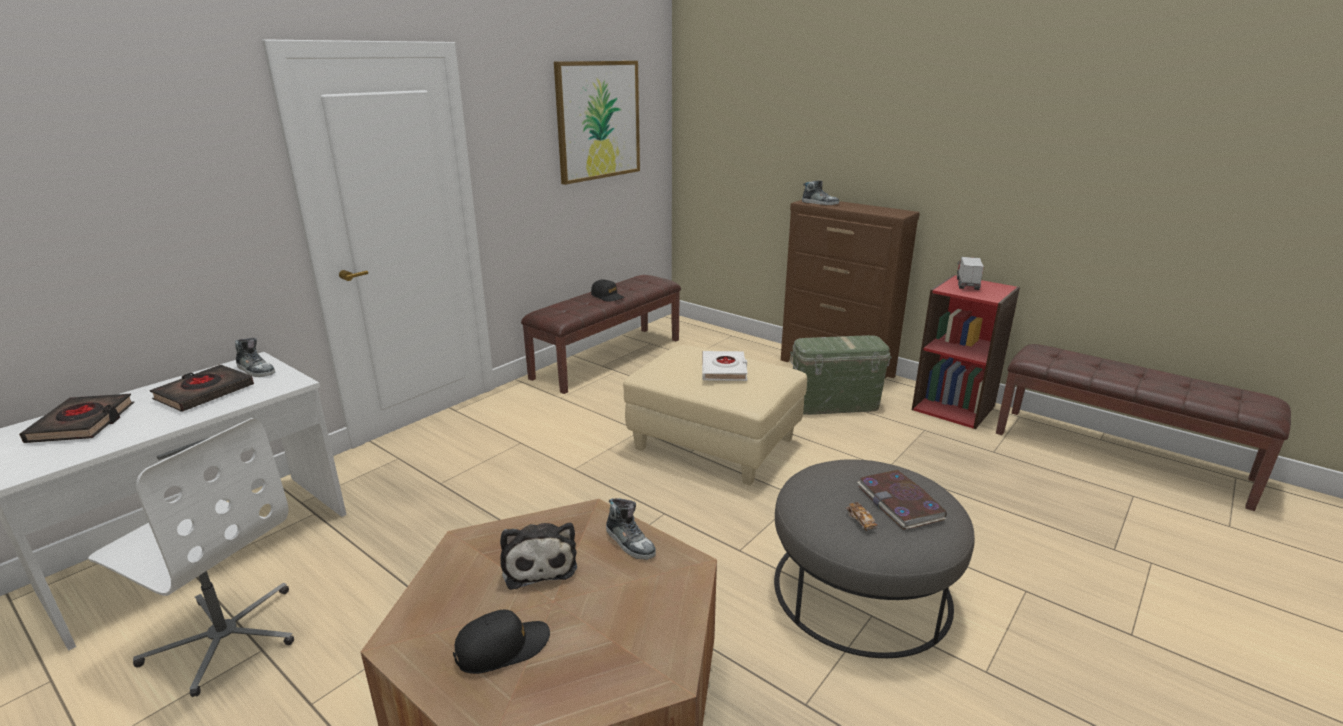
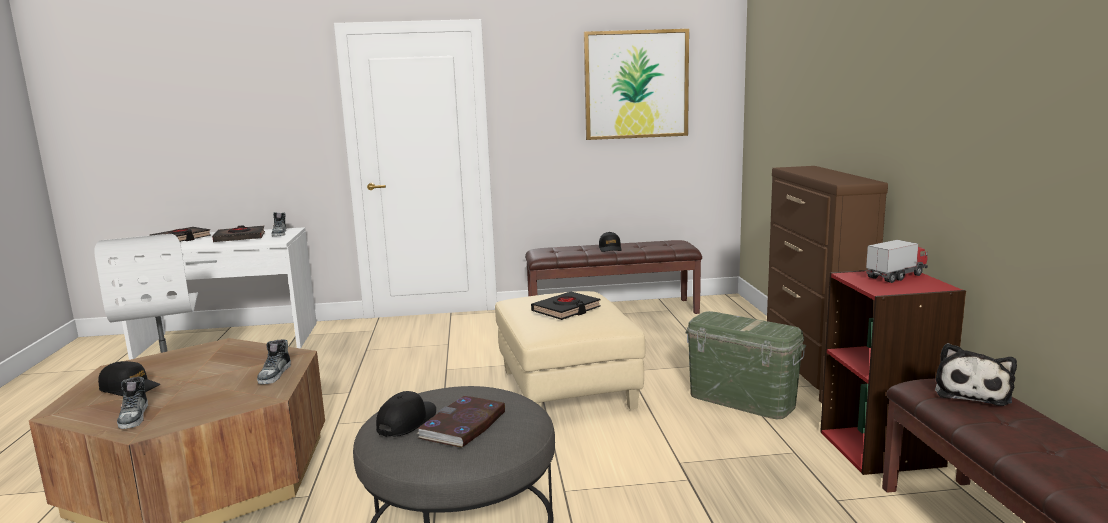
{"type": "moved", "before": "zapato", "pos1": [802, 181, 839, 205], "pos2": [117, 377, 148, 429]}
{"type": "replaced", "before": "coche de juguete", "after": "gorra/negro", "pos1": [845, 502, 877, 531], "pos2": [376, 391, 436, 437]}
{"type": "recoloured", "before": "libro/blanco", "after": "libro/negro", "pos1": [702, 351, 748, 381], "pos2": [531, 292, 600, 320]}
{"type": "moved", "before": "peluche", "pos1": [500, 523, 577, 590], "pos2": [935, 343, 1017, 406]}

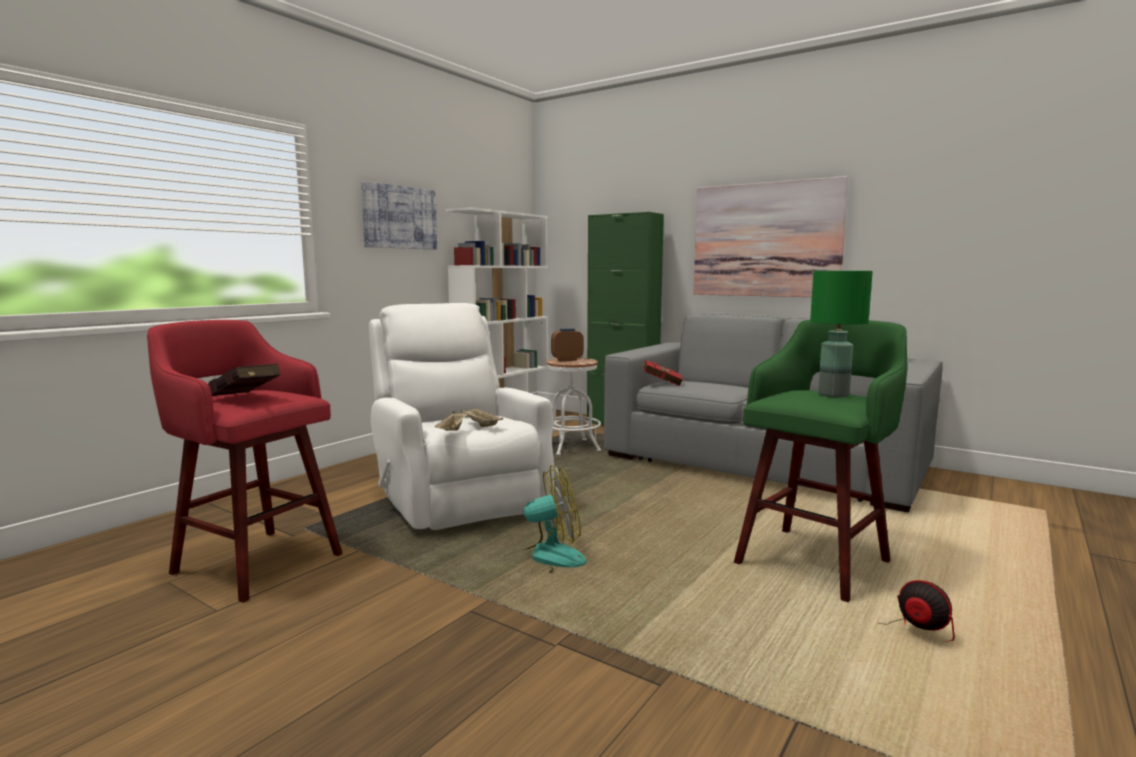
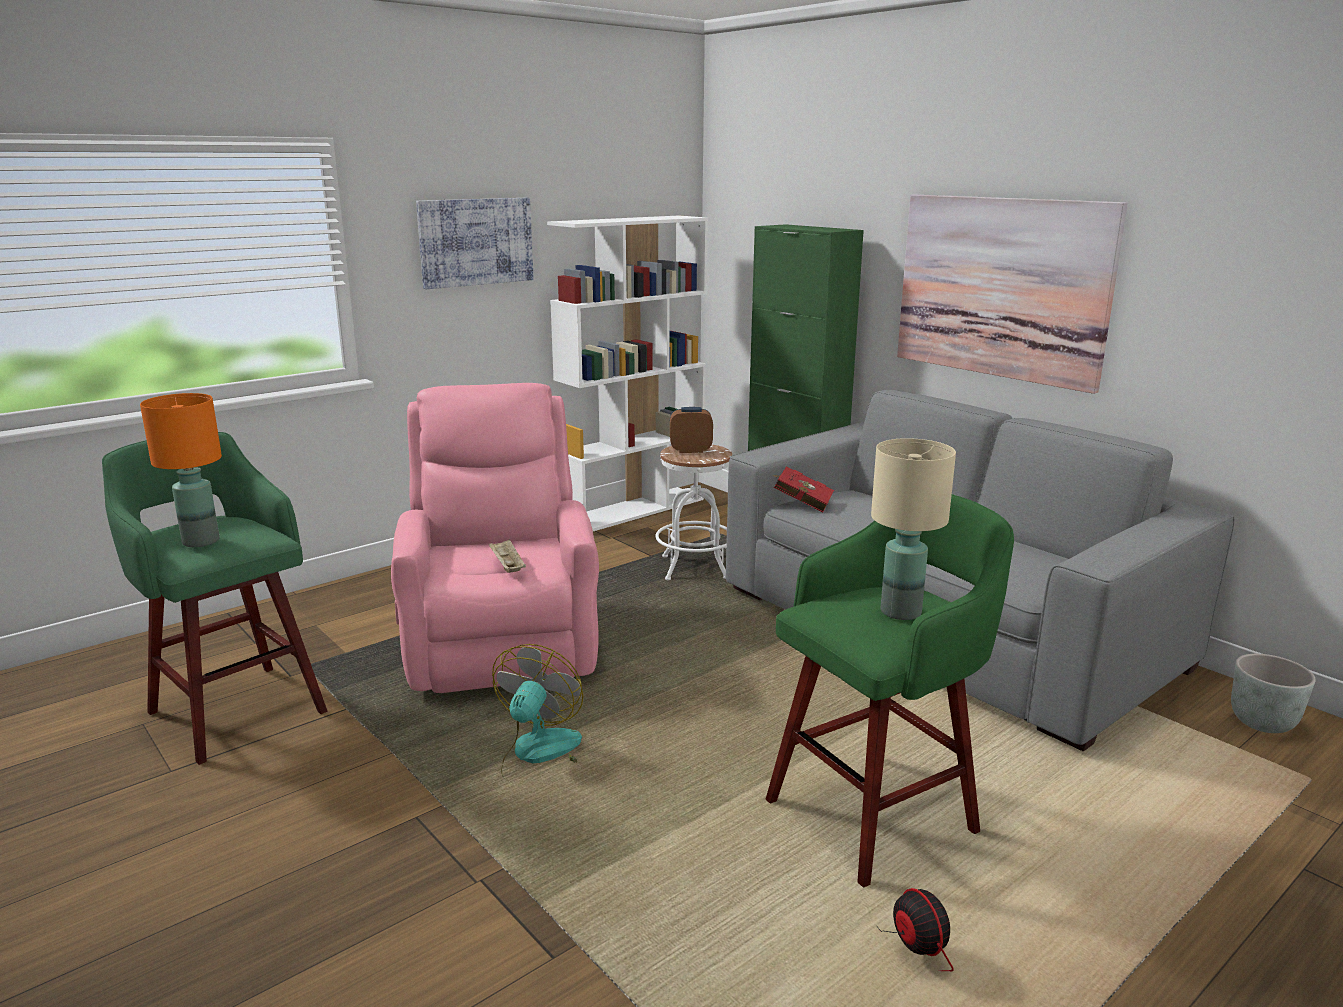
{"type": "recoloured", "before": "taburete/rojo", "after": "taburete/verde", "pos1": [147, 320, 343, 603], "pos2": [102, 432, 327, 765]}
{"type": "replaced", "before": "libro/rojo", "after": "lámpara de mesa/naranja", "pos1": [208, 364, 281, 396], "pos2": [140, 393, 222, 547]}
{"type": "recoloured", "before": "sillón/blanco", "after": "sillón/rosa", "pos1": [369, 303, 554, 530], "pos2": [391, 383, 599, 693]}
{"type": "turned", "before": "ventilador", "pos1": [504, 465, 587, 574], "pos2": [492, 644, 583, 782], "turn": -75}
{"type": "recoloured", "before": "lámpara de mesa/verde", "after": "lámpara de mesa/beis", "pos1": [810, 271, 873, 397], "pos2": [871, 438, 956, 620]}
{"type": "added", "after": "maceta/gris", "pos2": [1231, 654, 1316, 733]}
{"type": "removed", "before": "bandeja/beis", "pos1": [435, 411, 468, 431]}

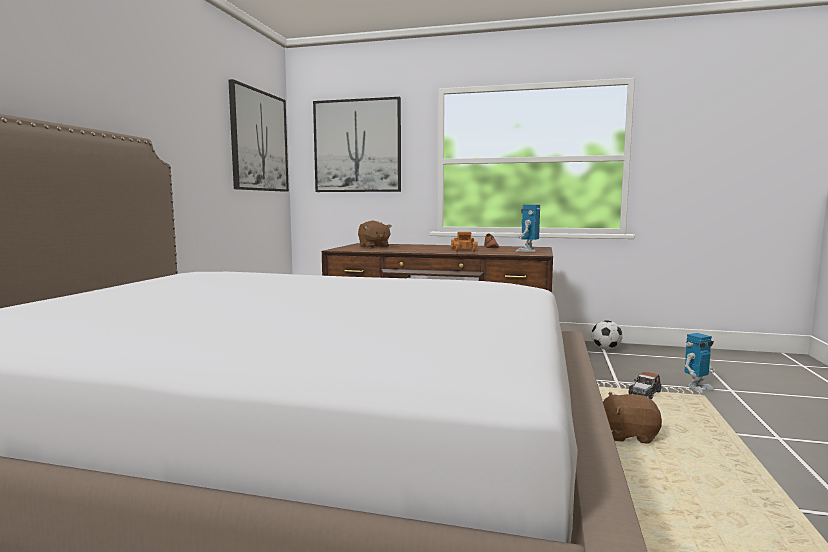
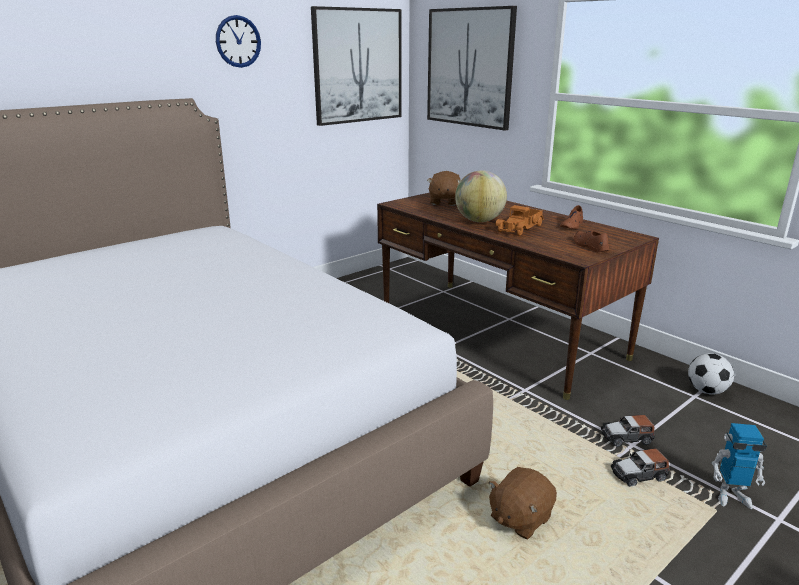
{"type": "added", "after": "reloj de pared", "pos2": [216, 15, 261, 68]}
{"type": "added", "after": "globo terráqueo", "pos2": [455, 170, 507, 222]}
{"type": "turned", "before": "peluche/marrón", "pos1": [603, 392, 662, 444], "pos2": [489, 467, 557, 540], "turn": -90}
{"type": "replaced", "before": "robot de juguete", "after": "zapato/marrón", "pos1": [516, 205, 540, 252], "pos2": [574, 231, 609, 252]}
{"type": "added", "after": "coche de juguete", "pos2": [601, 415, 655, 447]}

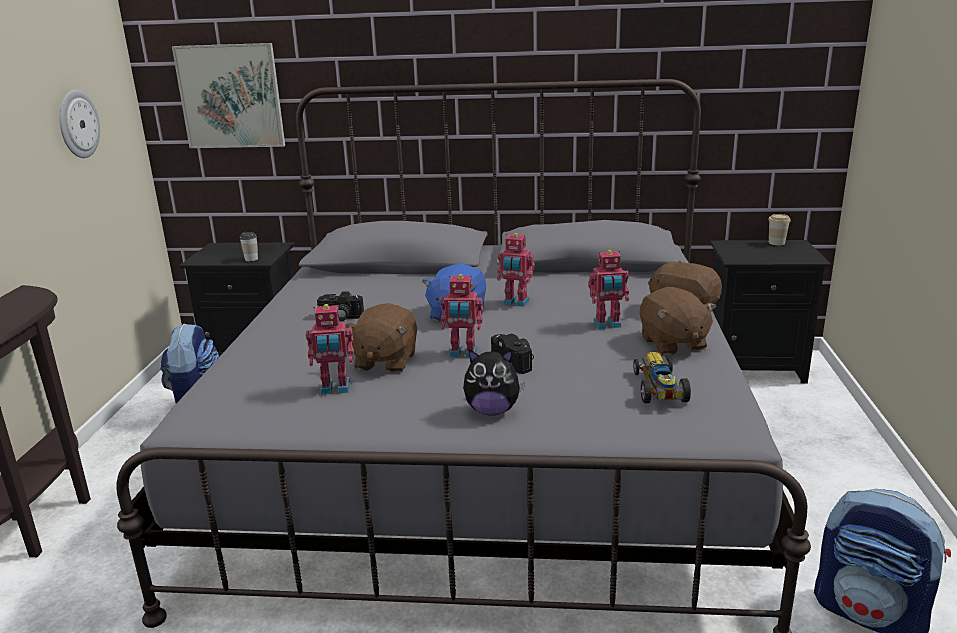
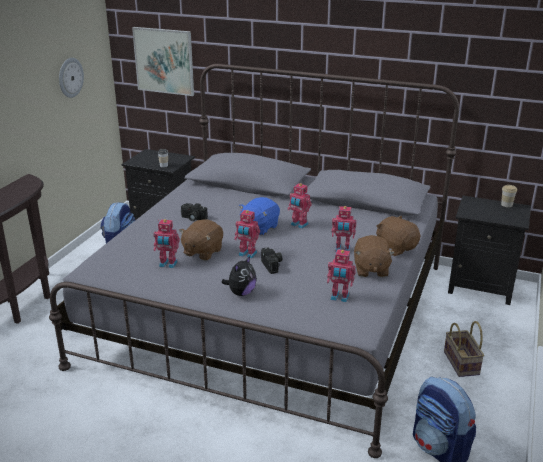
{"type": "turned", "before": "peluche", "pos1": [463, 349, 525, 416], "pos2": [222, 256, 257, 296], "turn": -75}
{"type": "replaced", "before": "coche de juguete", "after": "robot de juguete", "pos1": [634, 352, 691, 403], "pos2": [327, 249, 356, 302]}
{"type": "added", "after": "cesta", "pos2": [444, 321, 484, 377]}

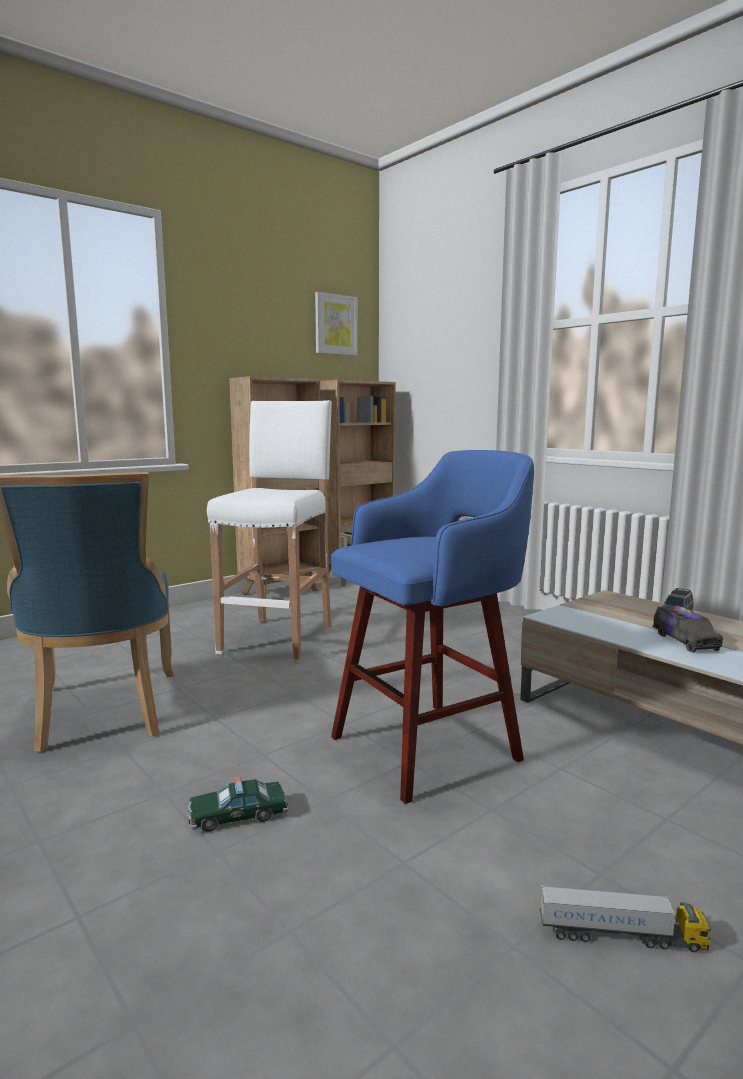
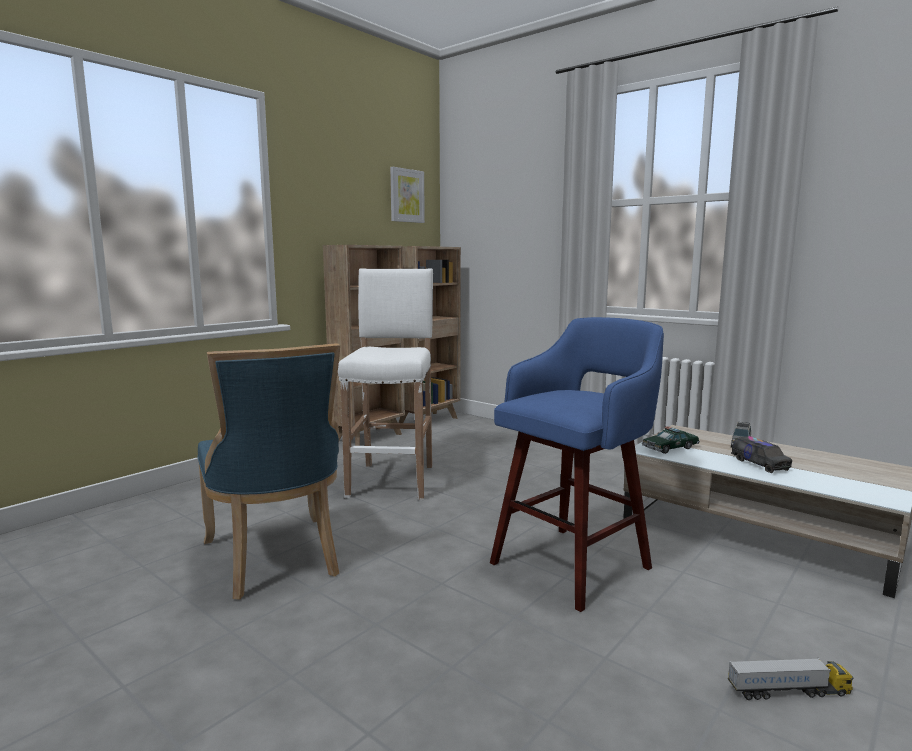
{"type": "moved", "before": "coche de juguete", "pos1": [188, 777, 288, 832], "pos2": [642, 426, 700, 454]}

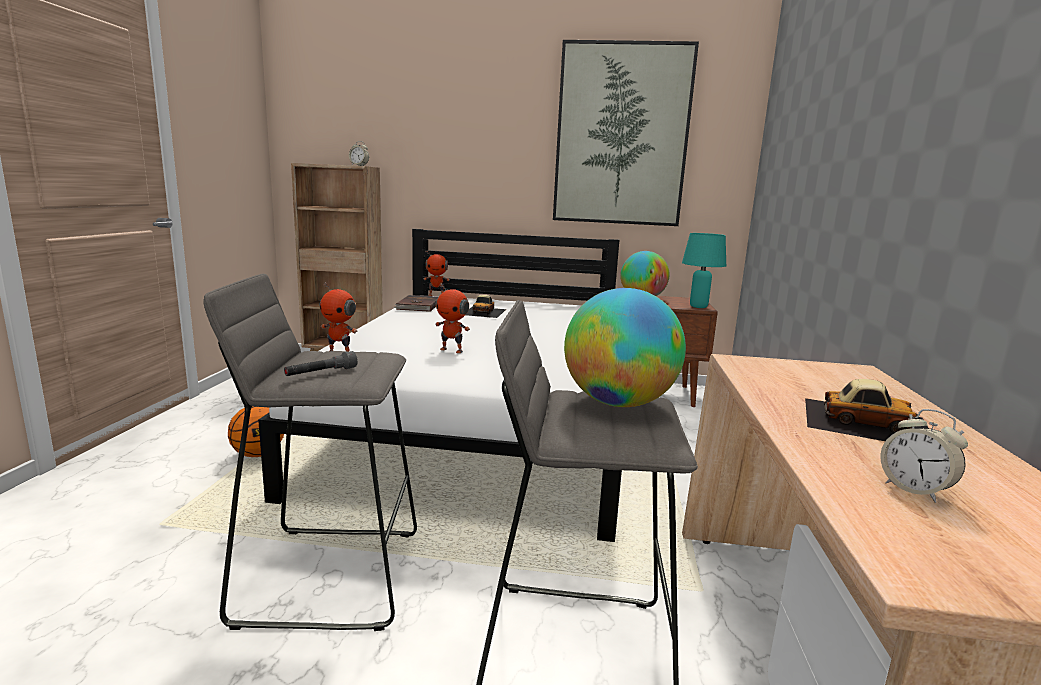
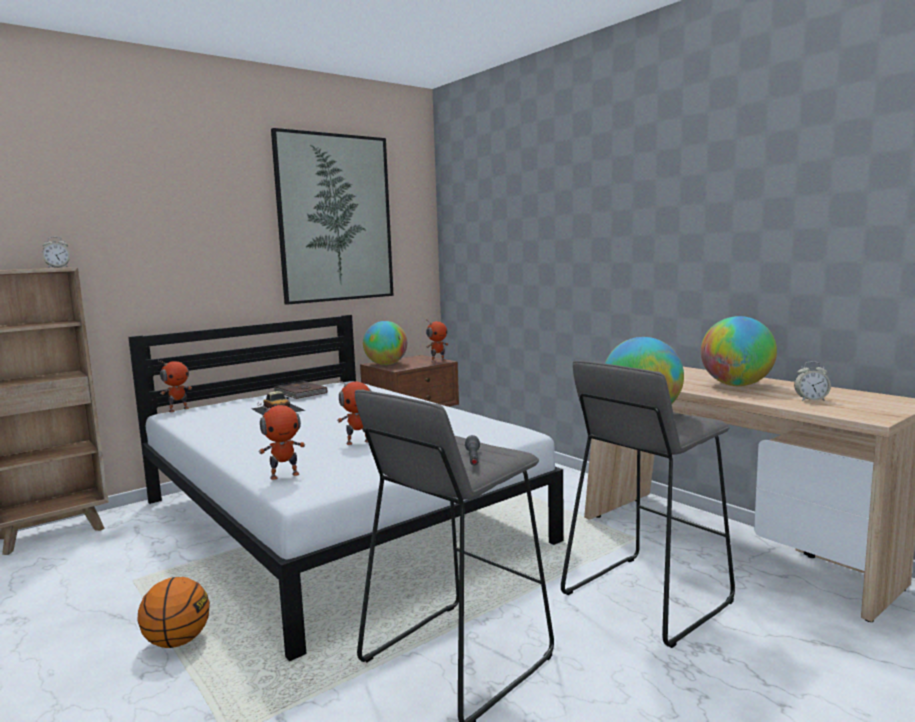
{"type": "moved", "before": "libro/marrón", "pos1": [393, 295, 438, 312], "pos2": [273, 381, 327, 399]}
{"type": "replaced", "before": "lámpara de mesa/turquesa", "after": "robot de juguete", "pos1": [682, 233, 726, 308], "pos2": [426, 320, 448, 363]}
{"type": "replaced", "before": "coche de juguete", "after": "globo terráqueo", "pos1": [805, 379, 929, 441], "pos2": [701, 316, 777, 386]}

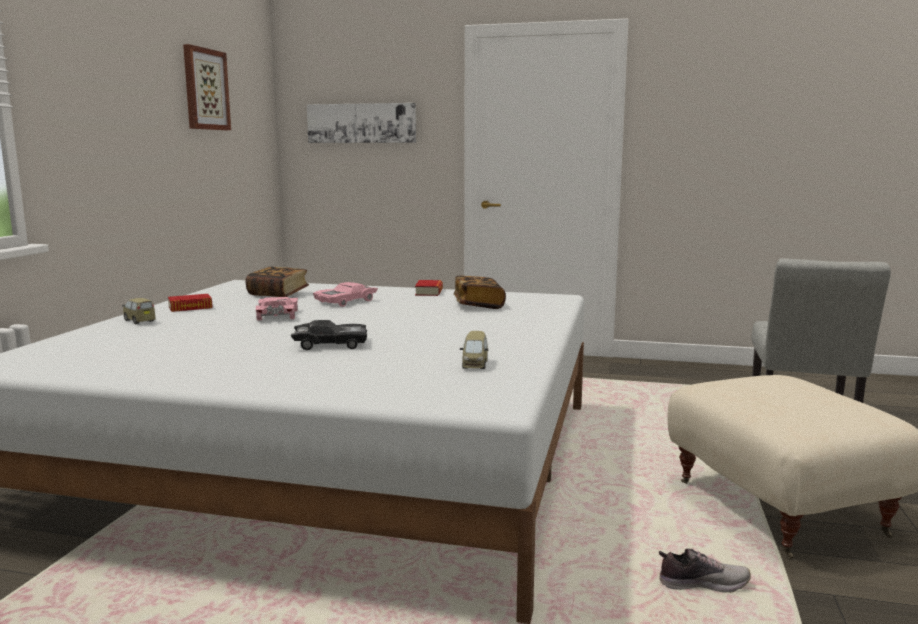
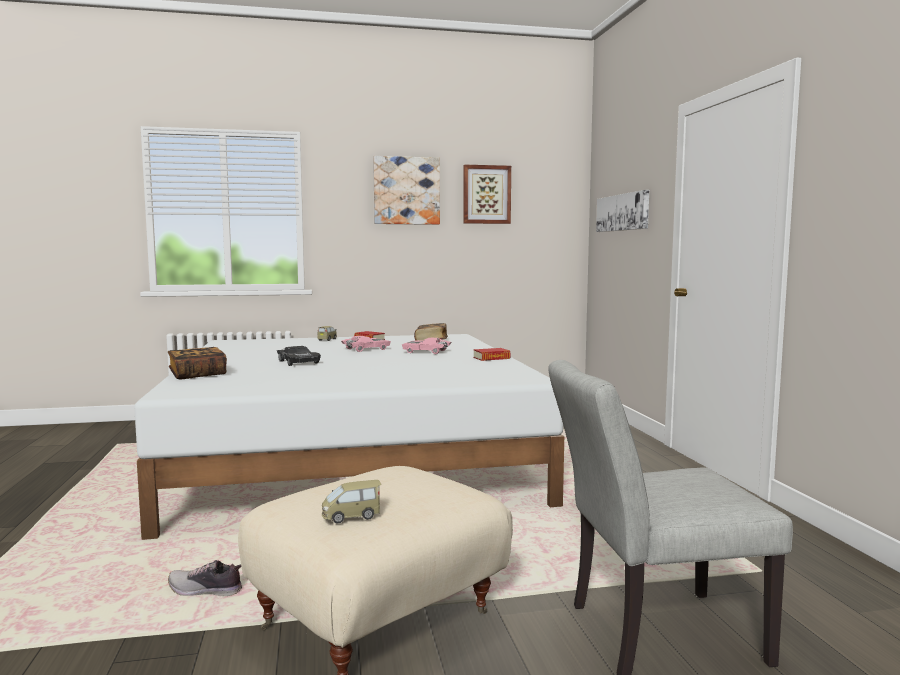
{"type": "moved", "before": "libro", "pos1": [454, 276, 506, 309], "pos2": [168, 347, 227, 379]}
{"type": "turned", "before": "zapato", "pos1": [659, 548, 751, 593], "pos2": [168, 560, 242, 596], "turn": 120}
{"type": "moved", "before": "coche de juguete", "pos1": [460, 331, 488, 369], "pos2": [322, 480, 381, 524]}
{"type": "added", "after": "cuadro", "pos2": [373, 156, 440, 225]}

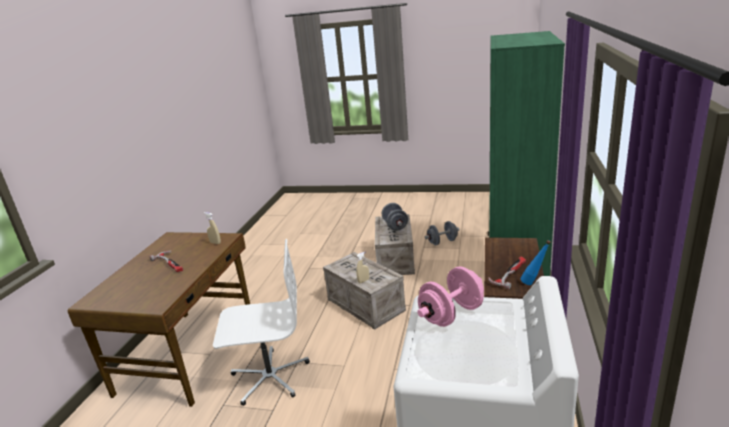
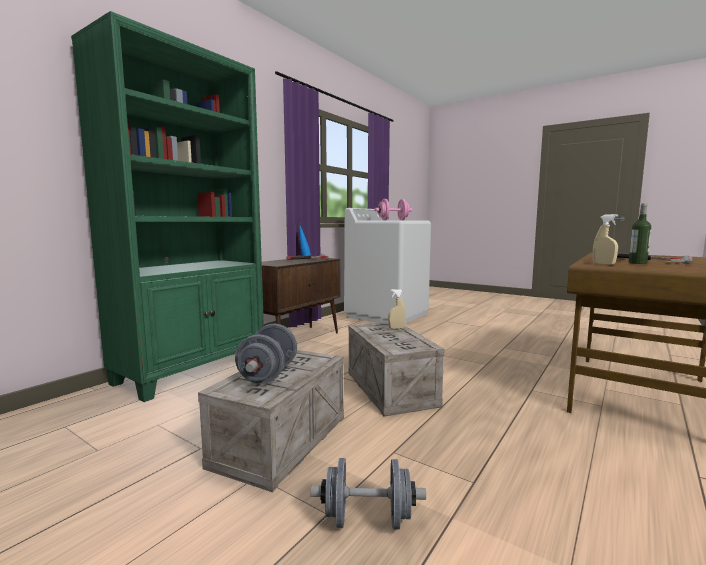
{"type": "moved", "before": "mancuerna/gris", "pos1": [425, 221, 460, 245], "pos2": [311, 458, 426, 530]}
{"type": "added", "after": "botella", "pos2": [629, 203, 651, 264]}
{"type": "removed", "before": "silla de oficina/blanco", "pos1": [213, 239, 310, 406]}

